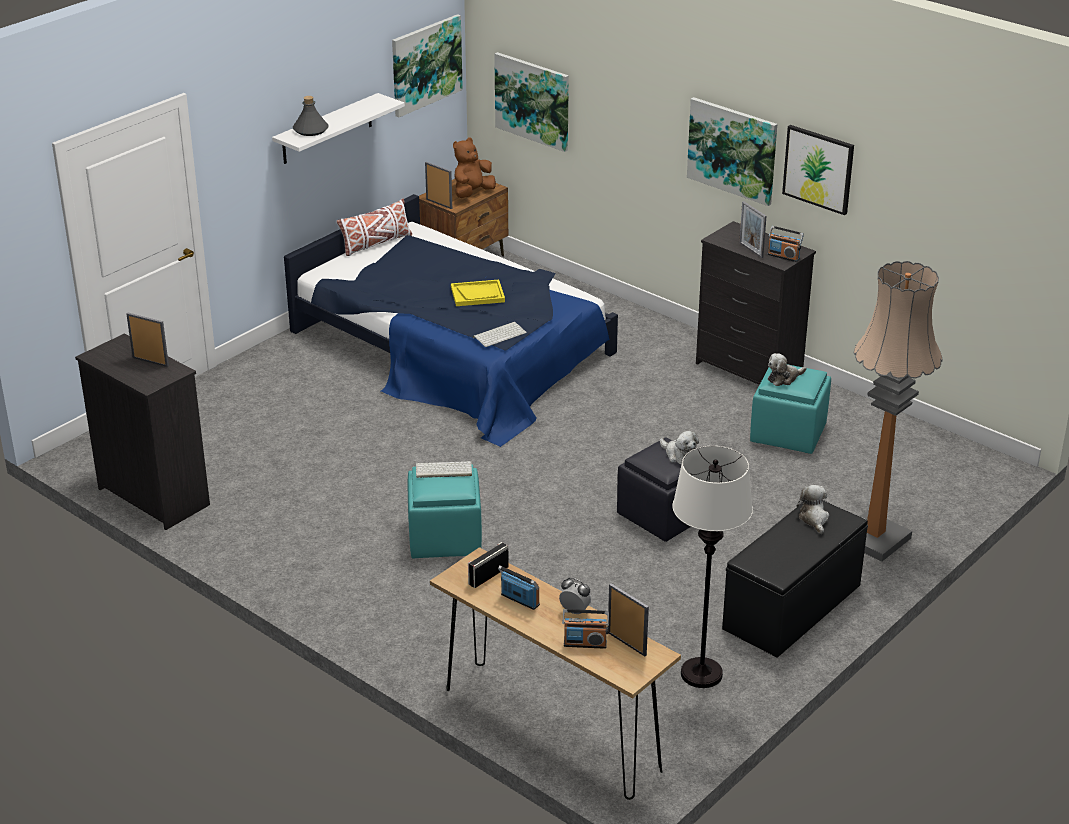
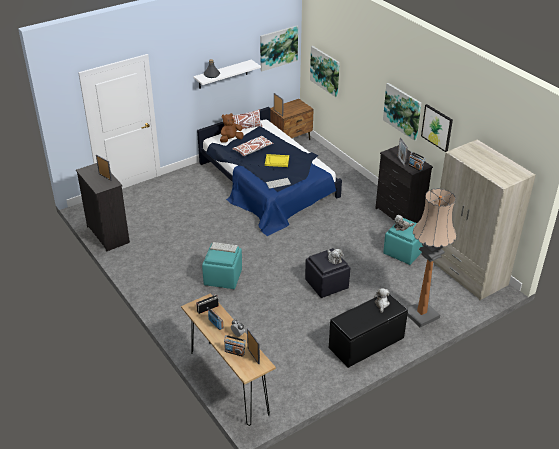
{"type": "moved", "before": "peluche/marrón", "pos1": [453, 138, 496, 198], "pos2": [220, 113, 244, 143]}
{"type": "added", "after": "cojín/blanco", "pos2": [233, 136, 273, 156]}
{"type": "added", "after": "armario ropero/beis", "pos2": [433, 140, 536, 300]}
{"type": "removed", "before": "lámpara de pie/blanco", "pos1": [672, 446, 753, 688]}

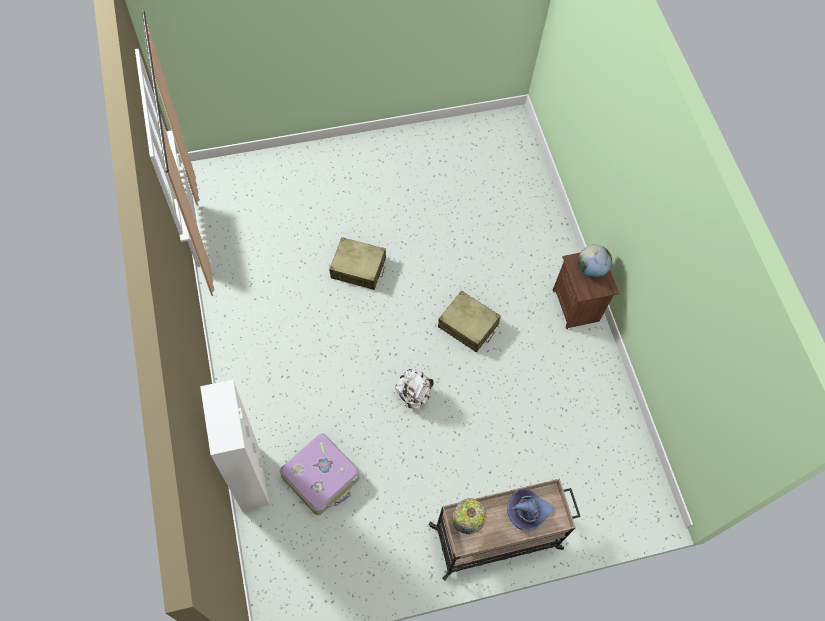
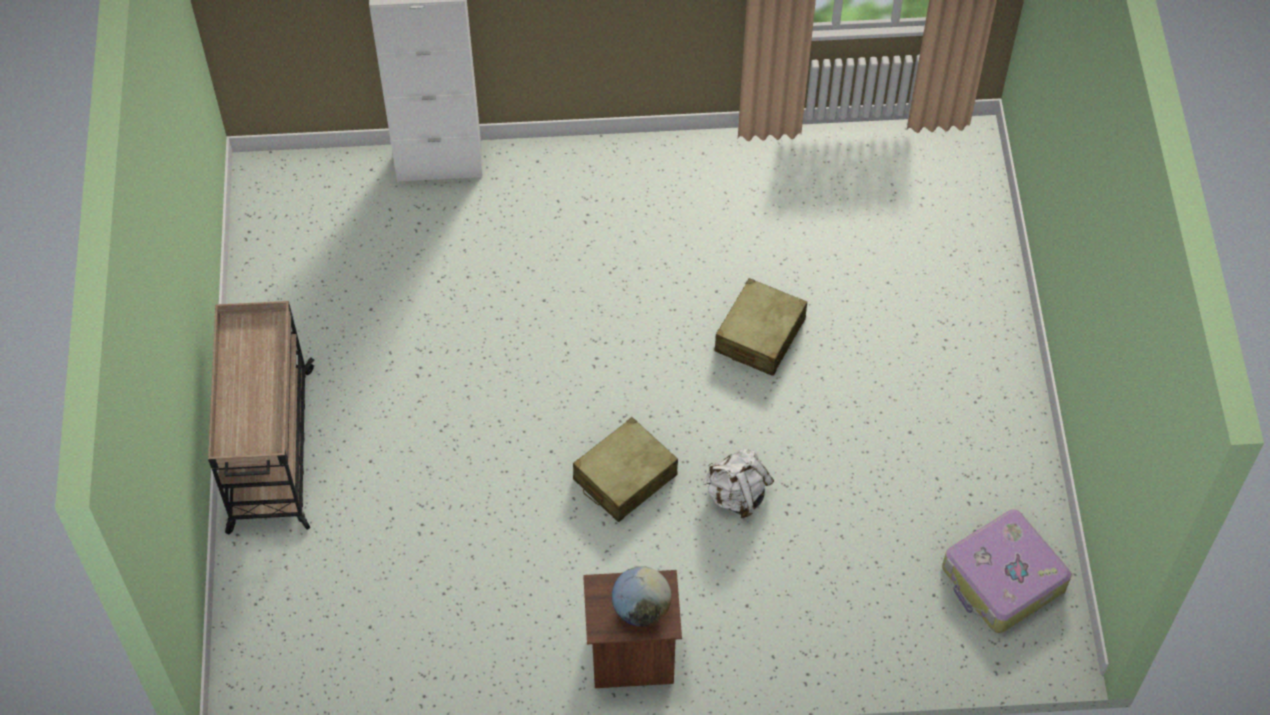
{"type": "moved", "before": "mochila/blanco", "pos1": [395, 369, 433, 409], "pos2": [703, 449, 774, 518]}
{"type": "moved", "before": "maleta", "pos1": [280, 433, 360, 515], "pos2": [942, 509, 1072, 633]}
{"type": "removed", "before": "lámpara de mesa", "pos1": [452, 498, 486, 534]}
{"type": "removed", "before": "sombrero/morado", "pos1": [507, 488, 554, 531]}

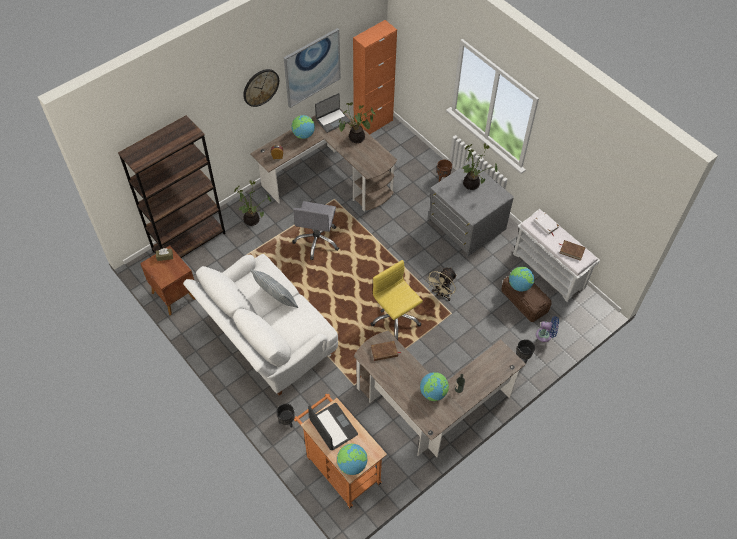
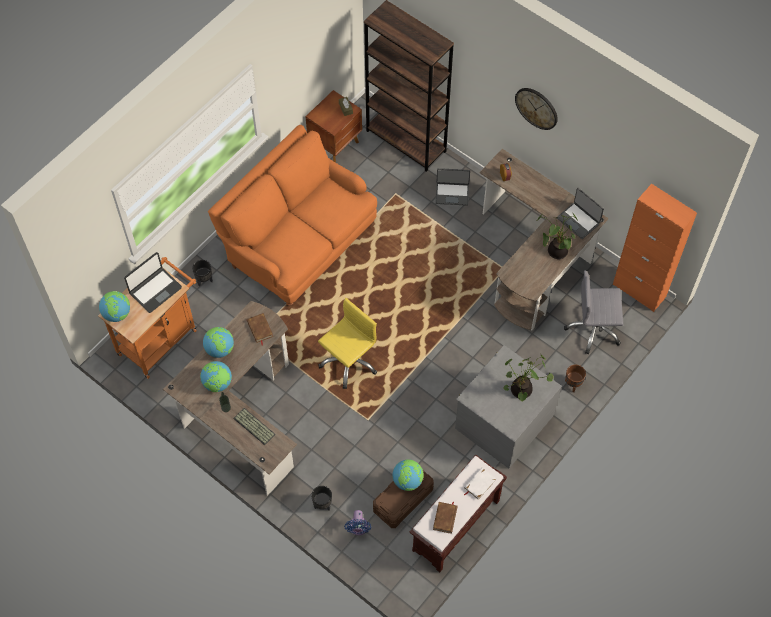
{"type": "moved", "before": "globo terráqueo", "pos1": [292, 115, 315, 139], "pos2": [203, 327, 234, 358]}
{"type": "recoloured", "before": "sofá/blanco", "after": "sofá/naranja", "pos1": [183, 254, 338, 396], "pos2": [208, 125, 377, 305]}
{"type": "added", "after": "teclado", "pos2": [233, 408, 276, 445]}
{"type": "recoloured", "before": "banco/blanco", "after": "banco/marrón", "pos1": [513, 209, 600, 302], "pos2": [409, 455, 507, 572]}
{"type": "replaced", "before": "planta en maceta", "after": "portátil", "pos1": [234, 180, 272, 226], "pos2": [435, 168, 470, 206]}
{"type": "moved", "before": "silla de oficina/gris", "pos1": [292, 201, 339, 260], "pos2": [564, 270, 623, 354]}
{"type": "removed", "before": "cojín", "pos1": [250, 269, 298, 308]}
{"type": "removed", "before": "cuadro", "pos1": [284, 28, 341, 108]}
{"type": "removed", "before": "ventilador/beis", "pos1": [426, 267, 457, 301]}

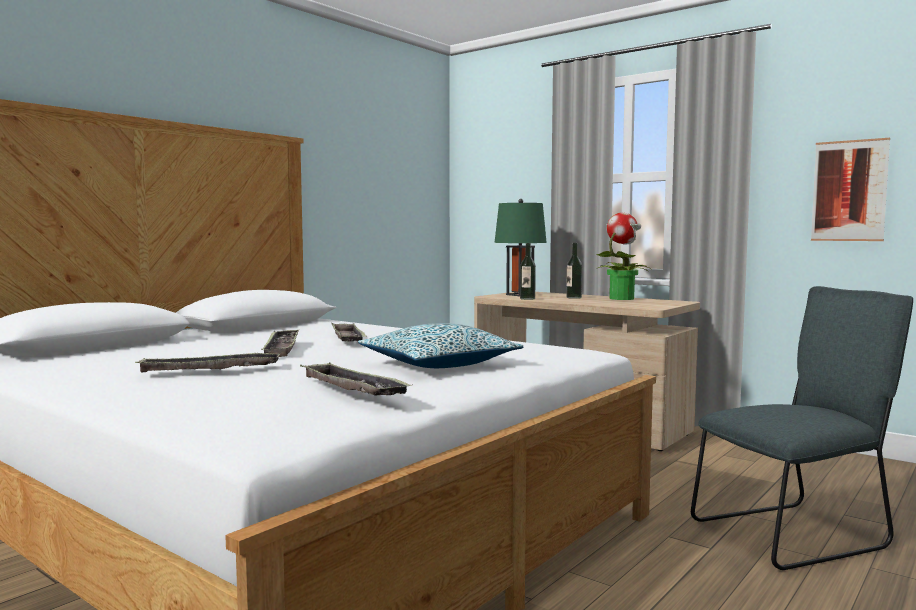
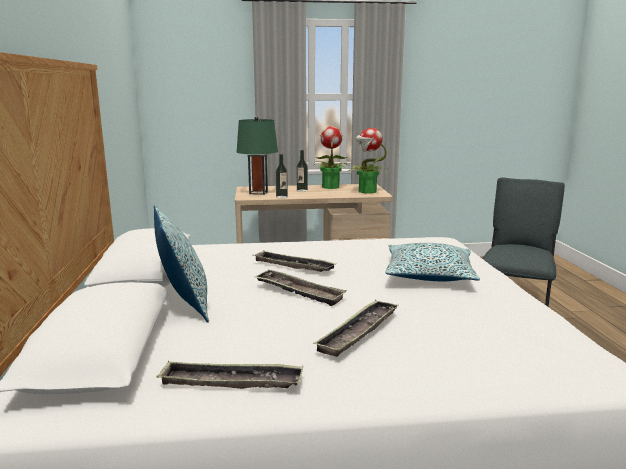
{"type": "added", "after": "cojín", "pos2": [154, 205, 209, 323]}
{"type": "moved", "before": "bandeja", "pos1": [300, 362, 413, 396], "pos2": [156, 361, 303, 389]}
{"type": "added", "after": "planta en maceta", "pos2": [348, 128, 387, 193]}
{"type": "removed", "before": "cuadro", "pos1": [811, 138, 890, 241]}

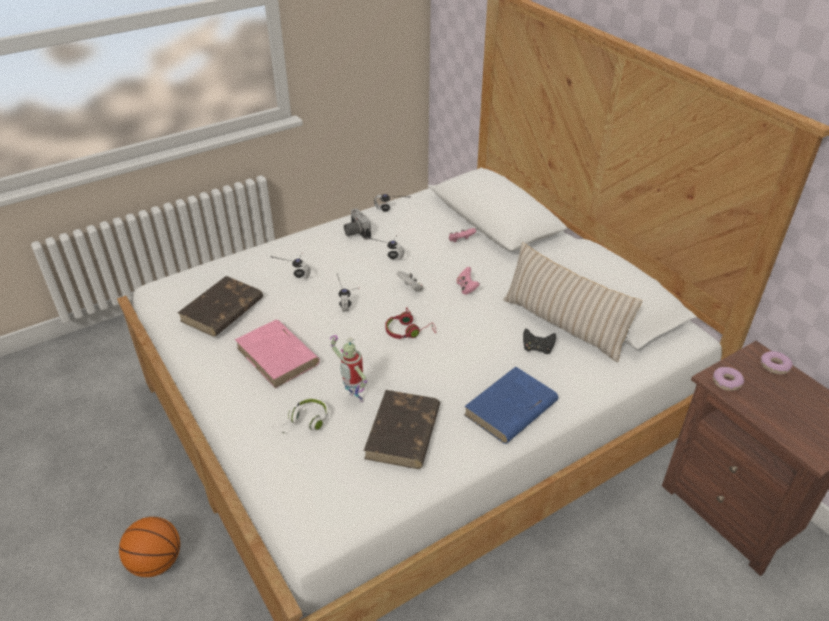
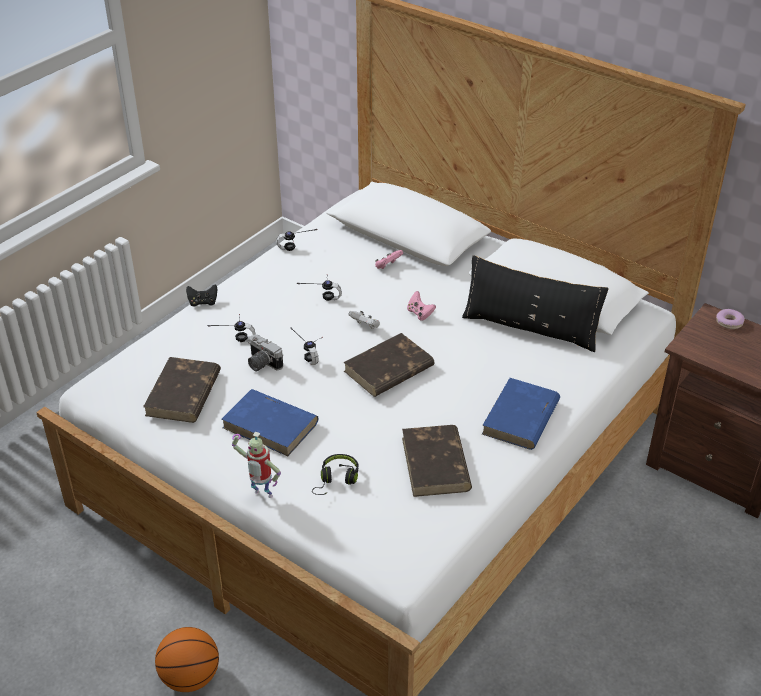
{"type": "moved", "before": "mando de consola/negro", "pos1": [523, 329, 556, 354], "pos2": [186, 284, 217, 307]}
{"type": "recoloured", "before": "libro/rosa", "after": "libro/azul", "pos1": [235, 320, 320, 388], "pos2": [222, 389, 319, 456]}
{"type": "moved", "before": "robot de juguete", "pos1": [330, 335, 368, 403], "pos2": [232, 432, 281, 498]}
{"type": "moved", "before": "cámara", "pos1": [344, 209, 371, 240], "pos2": [248, 334, 283, 372]}
{"type": "recoloured", "before": "auriculares/blanco", "after": "auriculares/negro", "pos1": [272, 398, 329, 434], "pos2": [312, 454, 359, 495]}
{"type": "replaced", "before": "auriculares/rojo", "after": "libro/marrón", "pos1": [385, 307, 436, 339], "pos2": [343, 333, 434, 397]}
{"type": "recoloured", "before": "cojín/beis", "after": "cojín/negro", "pos1": [504, 242, 642, 362], "pos2": [462, 255, 609, 352]}
{"type": "removed", "before": "rosquilla", "pos1": [713, 367, 744, 391]}

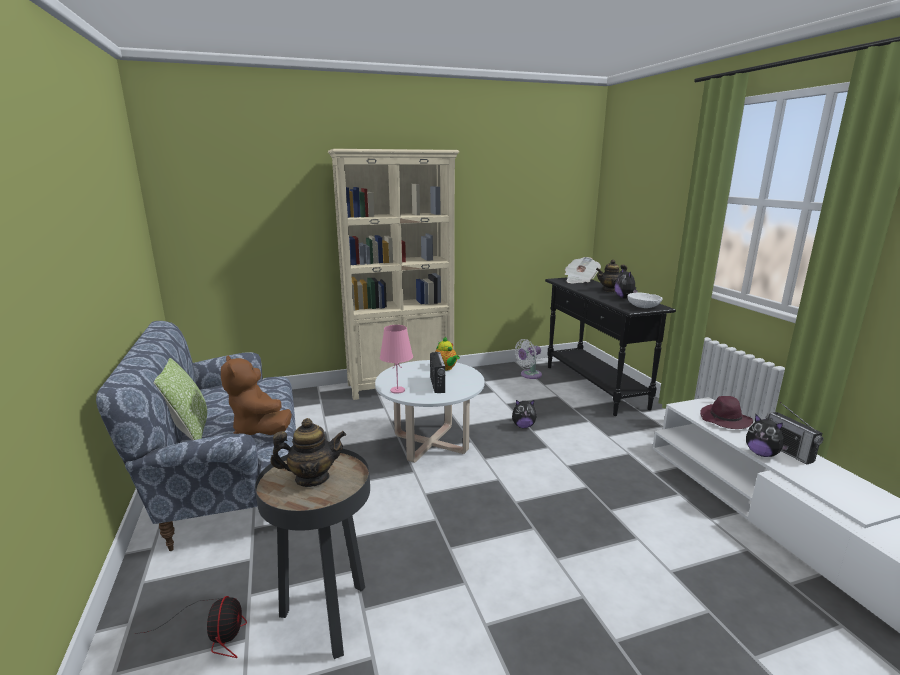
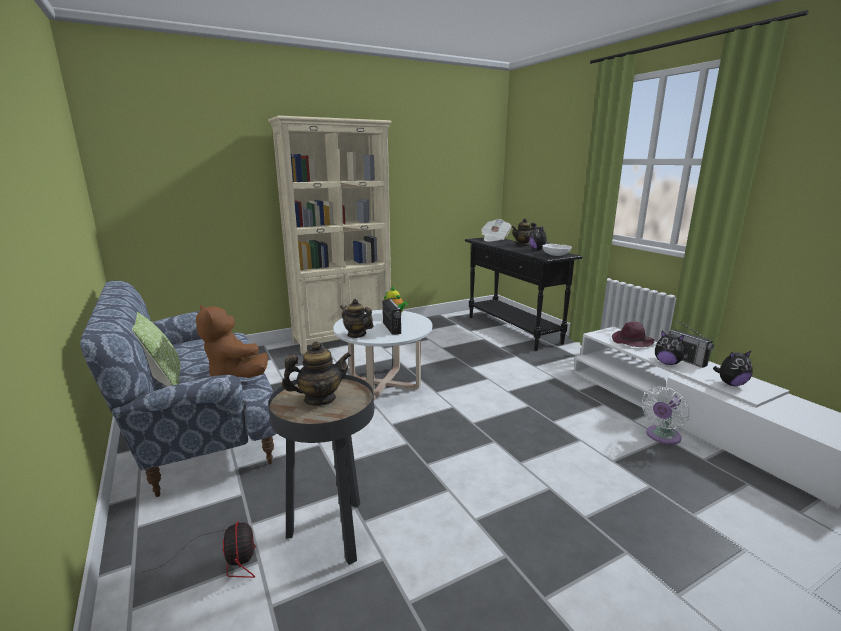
{"type": "replaced", "before": "lámpara de mesa/rosa", "after": "tetera", "pos1": [380, 325, 413, 394], "pos2": [340, 299, 373, 338]}
{"type": "moved", "before": "ventilador/blanco", "pos1": [514, 339, 542, 379], "pos2": [642, 387, 689, 445]}
{"type": "moved", "before": "peluche", "pos1": [512, 400, 537, 428], "pos2": [713, 351, 753, 386]}

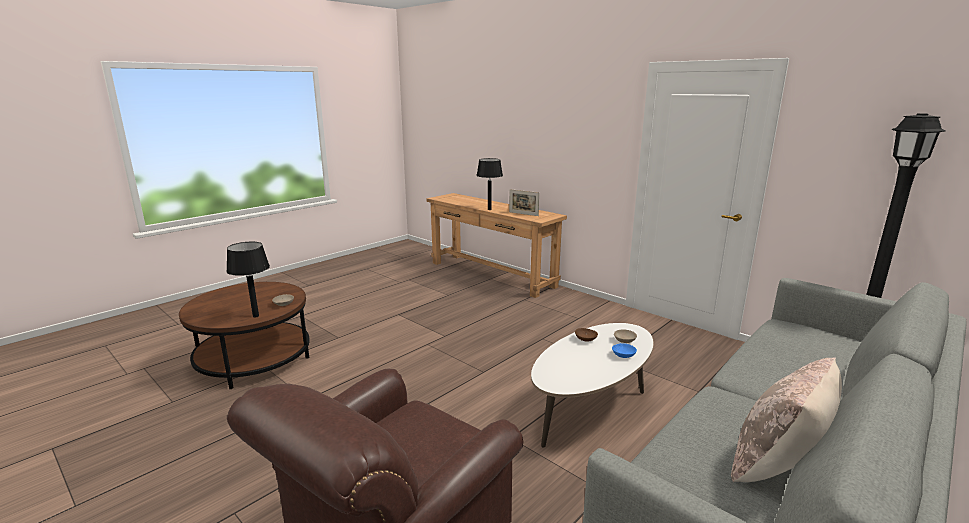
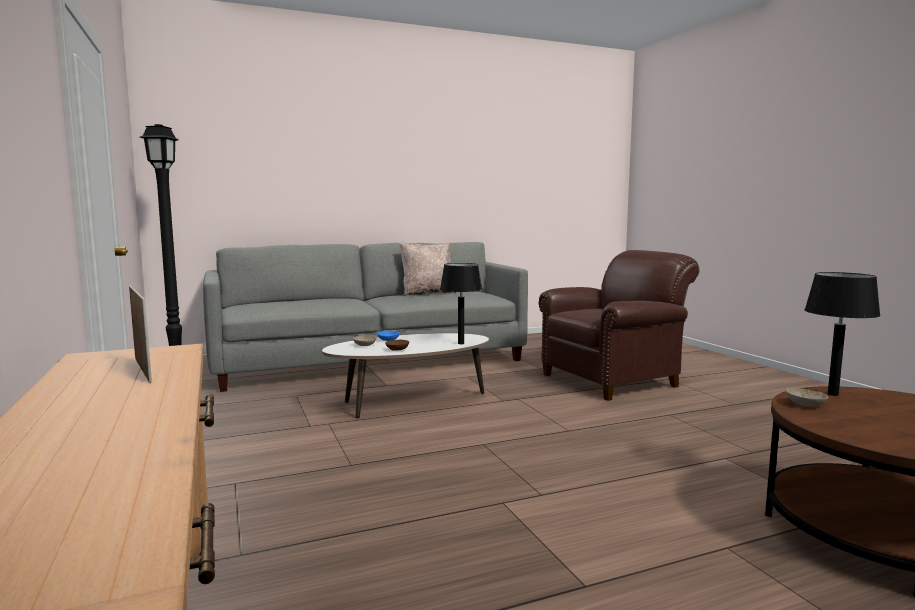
{"type": "moved", "before": "lámpara de mesa/negro", "pos1": [476, 158, 503, 210], "pos2": [440, 263, 482, 344]}

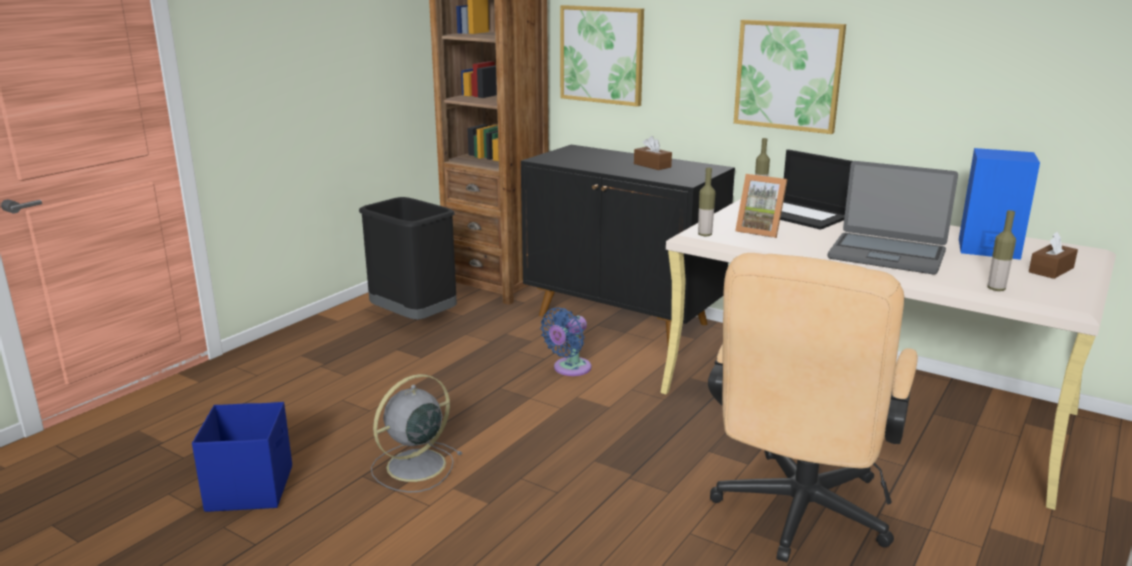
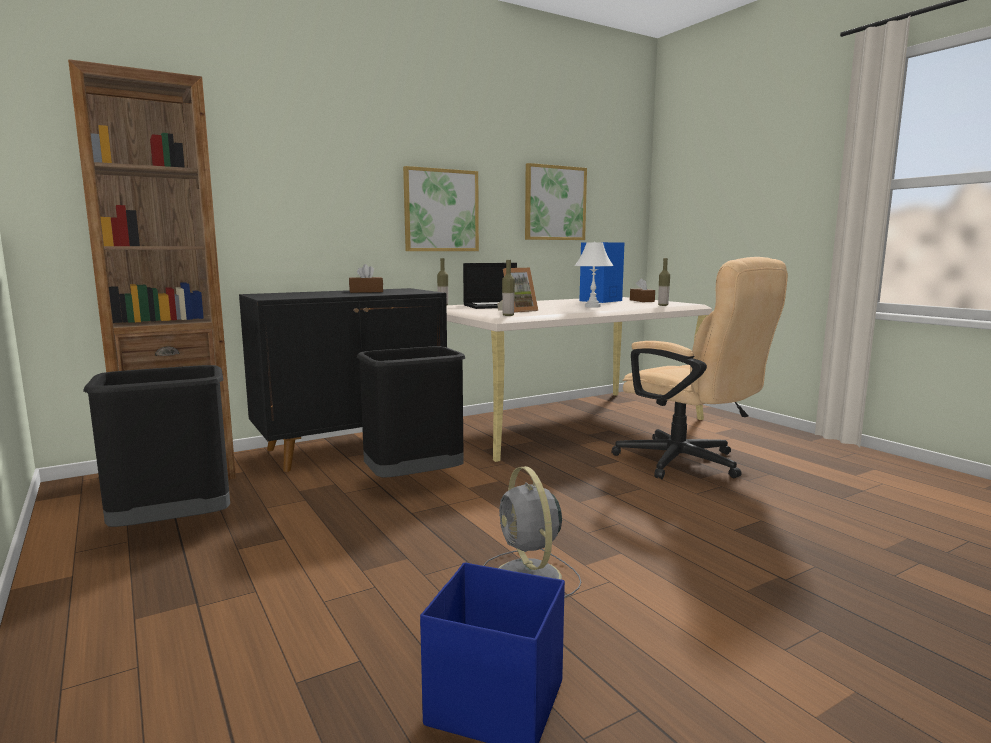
{"type": "replaced", "before": "ventilador/azul", "after": "papelera/negro", "pos1": [540, 307, 591, 376], "pos2": [357, 346, 465, 477]}
{"type": "moved", "before": "cuadro", "pos1": [560, 5, 644, 107], "pos2": [525, 163, 587, 240]}
{"type": "replaced", "before": "portátil", "after": "lámpara de mesa/blanco", "pos1": [828, 161, 958, 274], "pos2": [575, 242, 613, 307]}

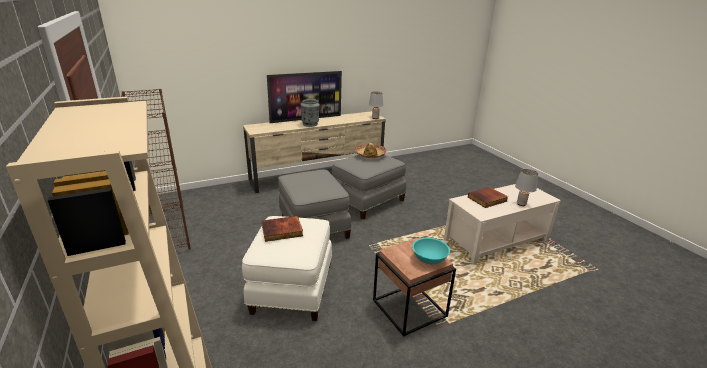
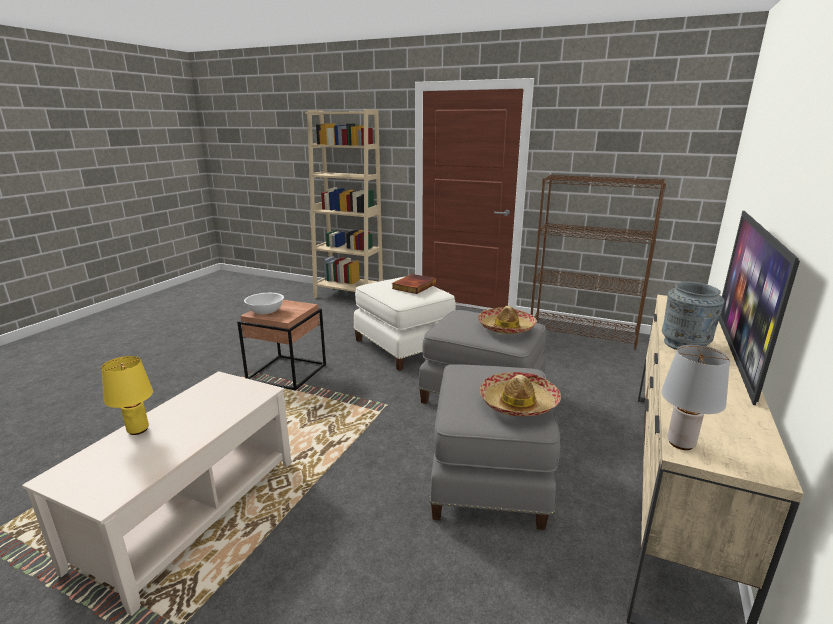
{"type": "recoloured", "before": "lámpara de mesa/gris", "after": "lámpara de mesa/amarillo", "pos1": [515, 169, 538, 206], "pos2": [101, 356, 153, 435]}
{"type": "recoloured", "before": "cuenco/turquesa", "after": "cuenco/blanco", "pos1": [412, 238, 450, 264], "pos2": [244, 293, 284, 314]}
{"type": "added", "after": "sombrero", "pos2": [478, 306, 537, 334]}
{"type": "removed", "before": "libro", "pos1": [468, 187, 508, 208]}

